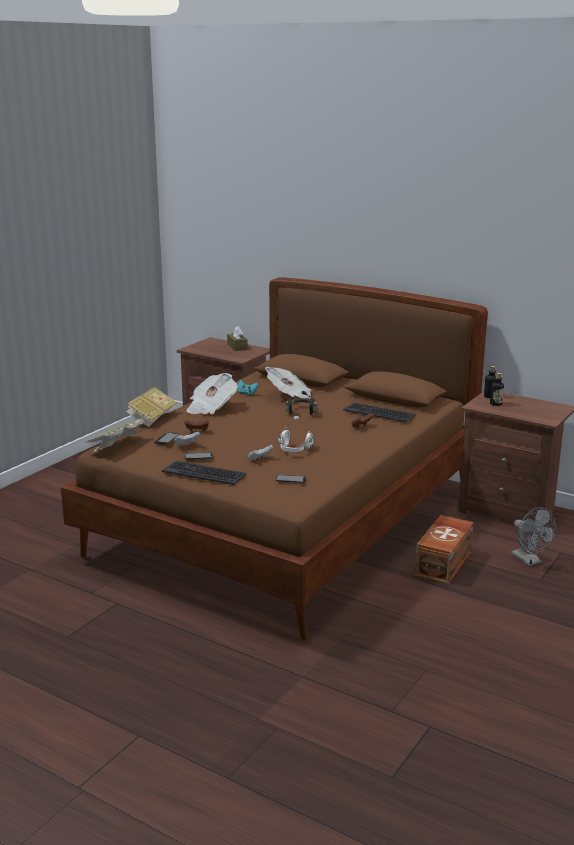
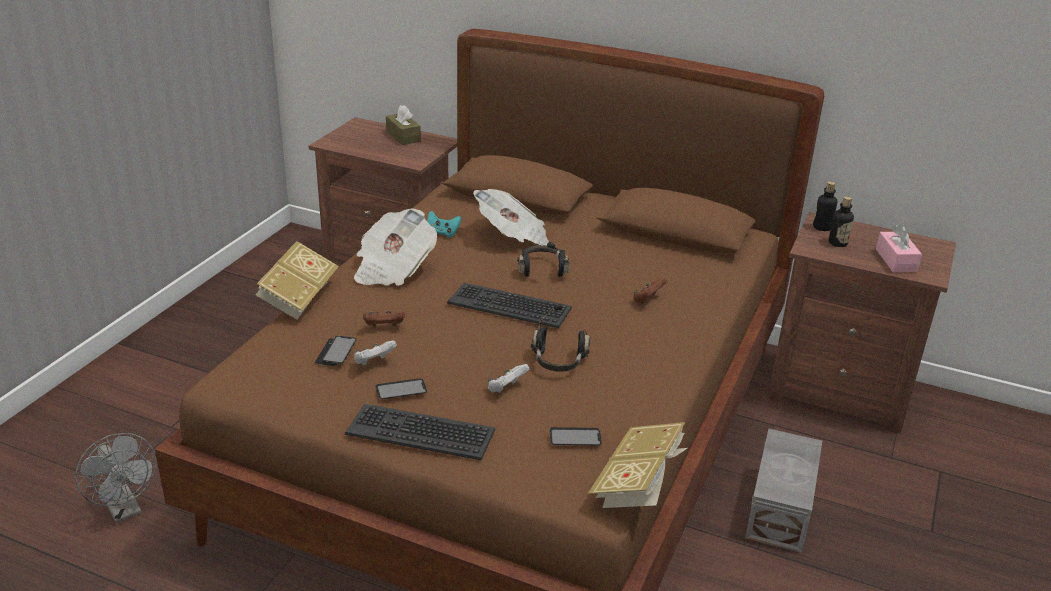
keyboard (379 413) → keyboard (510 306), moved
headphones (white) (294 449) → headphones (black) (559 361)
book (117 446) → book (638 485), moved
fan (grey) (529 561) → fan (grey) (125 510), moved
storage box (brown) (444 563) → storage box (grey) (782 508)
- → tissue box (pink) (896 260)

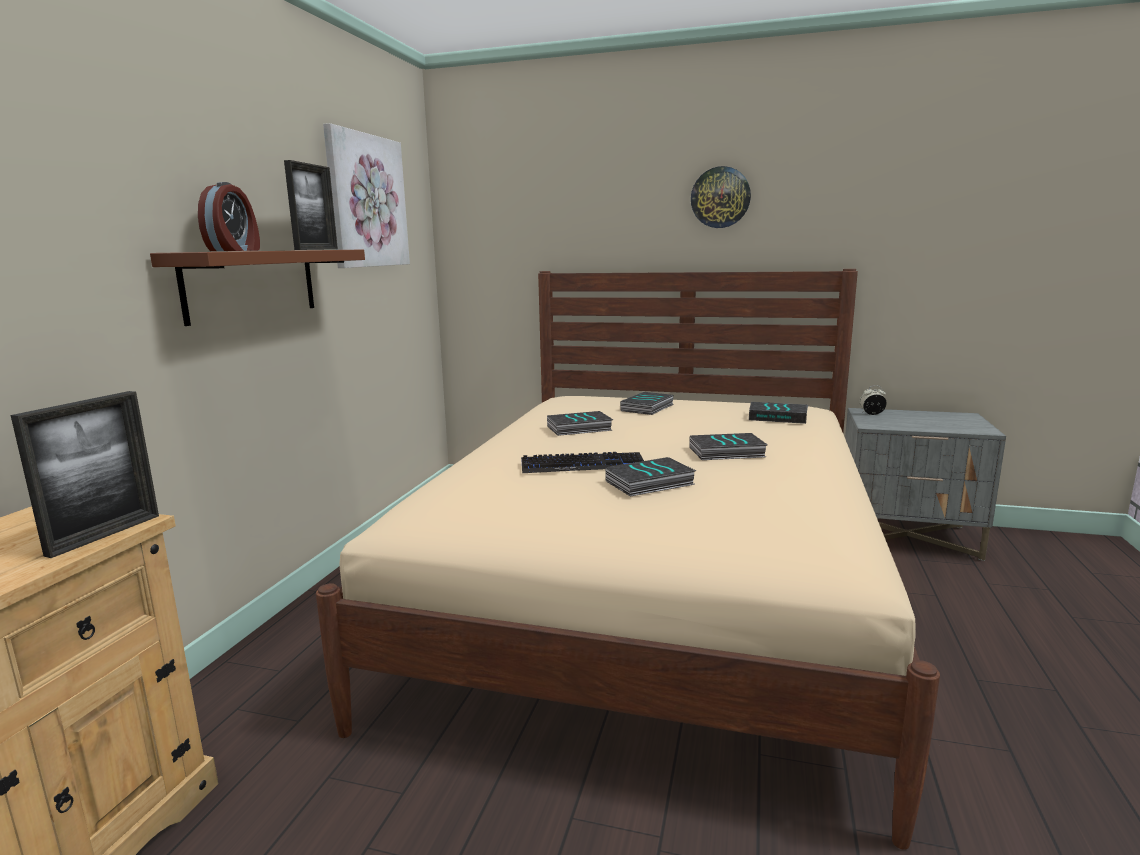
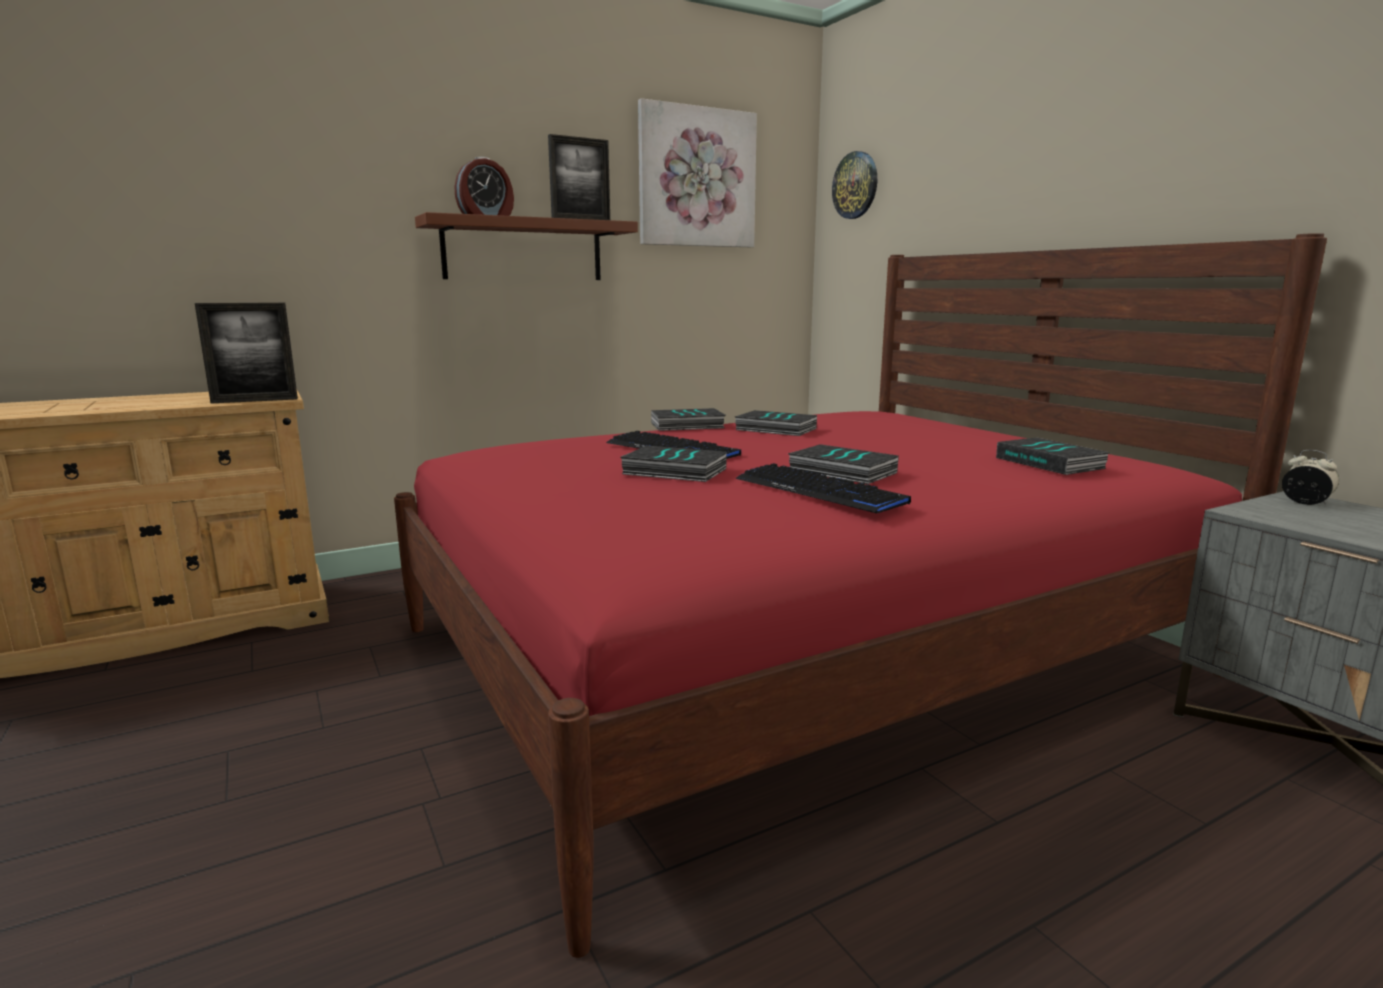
wall clock (720 197) → wall clock (855 185), moved
bed (beige) (653 596) → bed (red) (796 651)
book (648 408) → book (686 426), moved
- → keyboard (819 491)

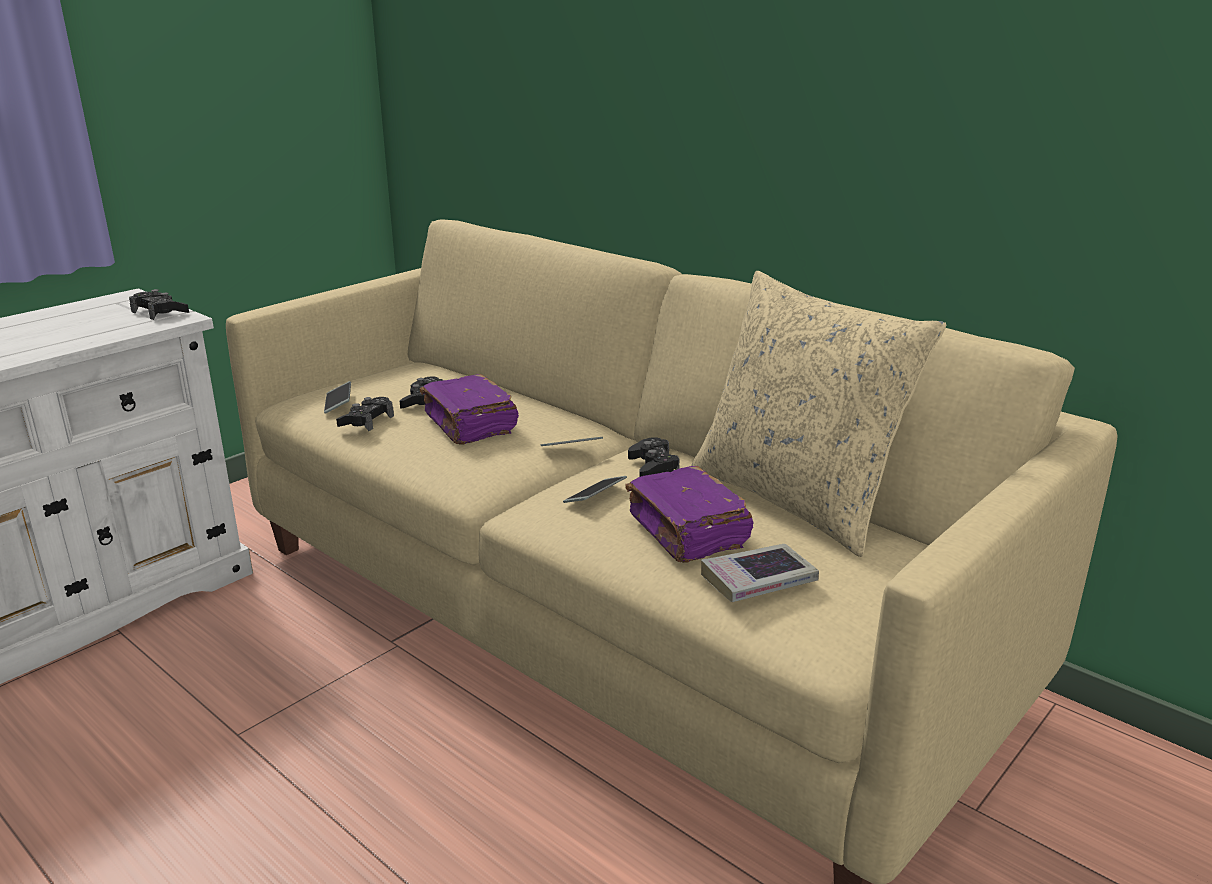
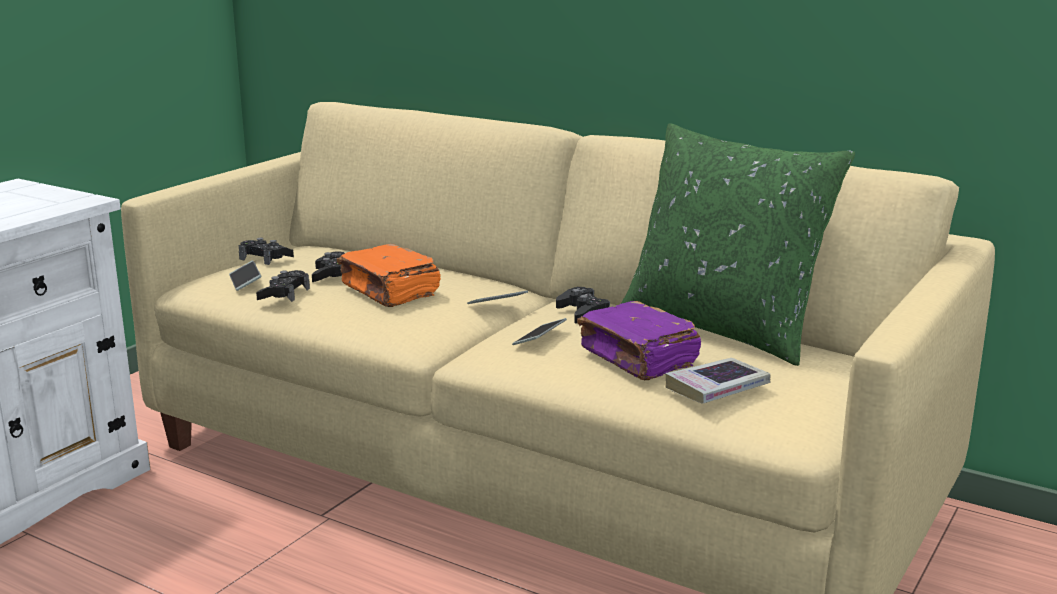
pillow (beige) (796 499) → pillow (green) (723 329)
game controller (black) (160 312) → game controller (black) (265 258), moved
book (purple) (470 425) → book (orange) (390 291)

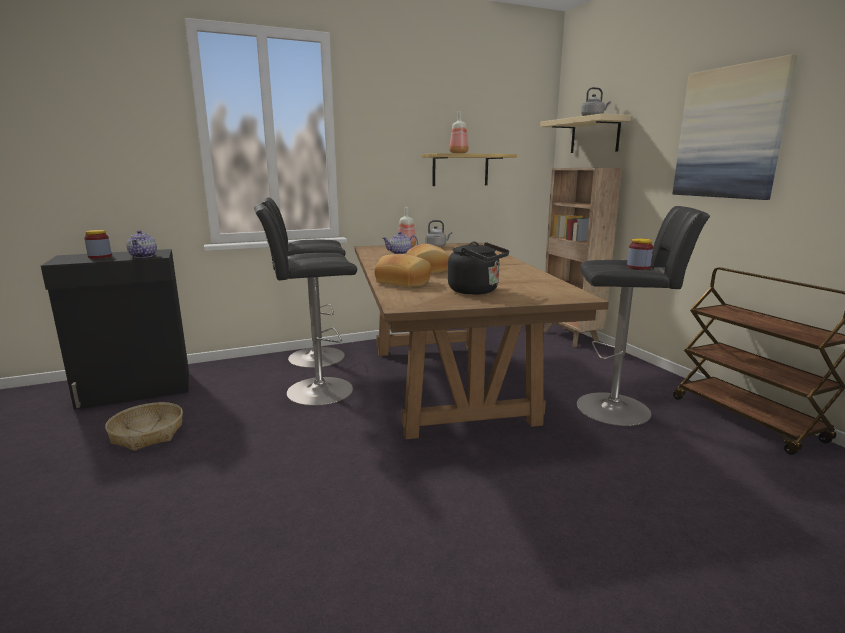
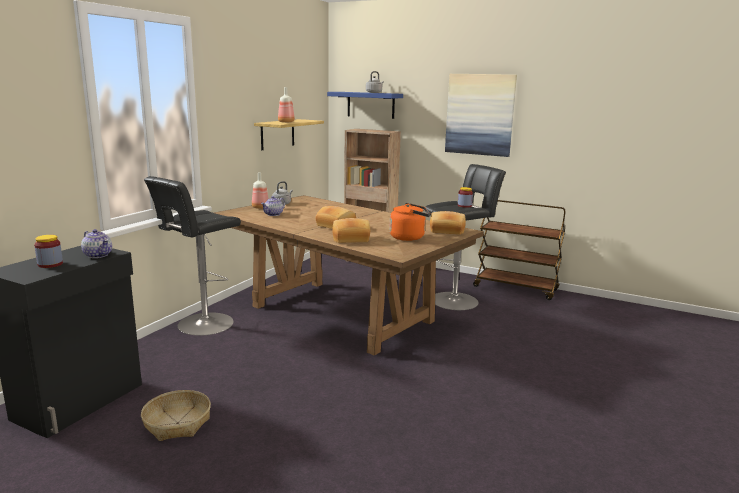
shelf (beige) (595 135) → shelf (blue) (370 105)
stool (black) (314 391) → -
kettle (black) (476 291) → kettle (orange) (409 237)
- → bread (447 231)

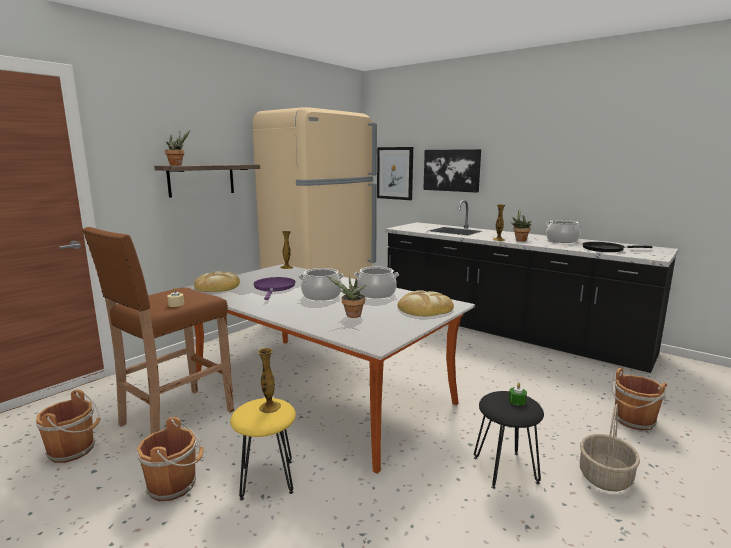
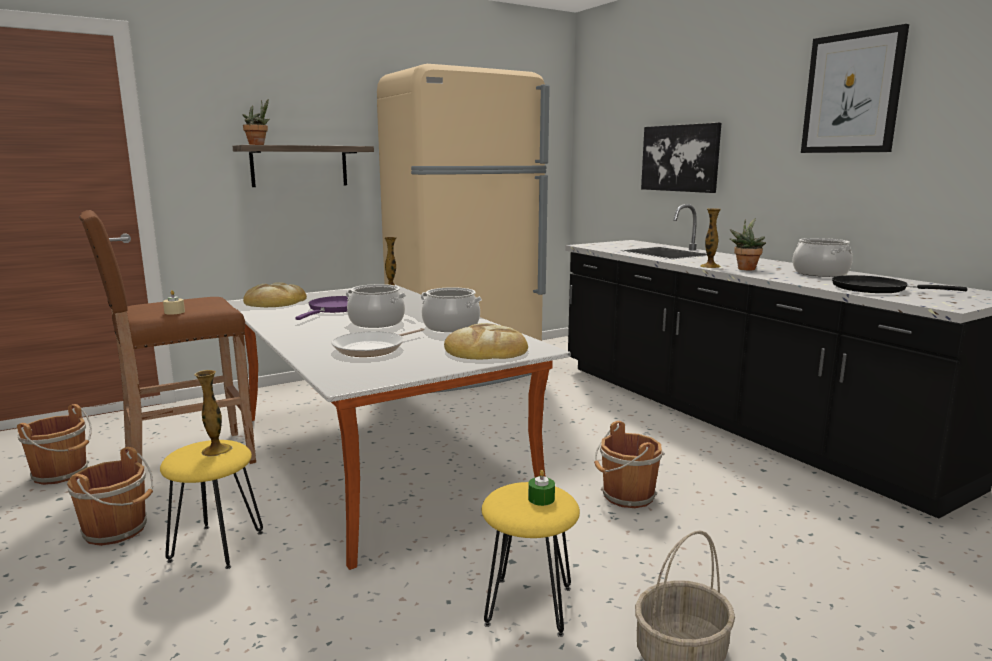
picture (395 173) → picture (852 93), moved
potted plant (351 316) → frying pan (373 348)
bucket (brown) (633 421) → bucket (brown) (626 496), moved
stool (black) (505 470) → stool (yellow) (528 606)

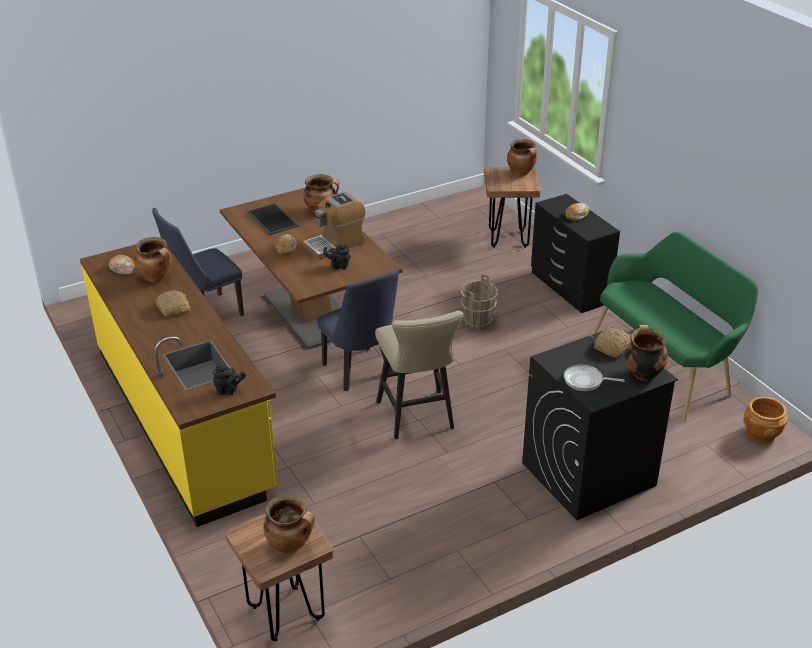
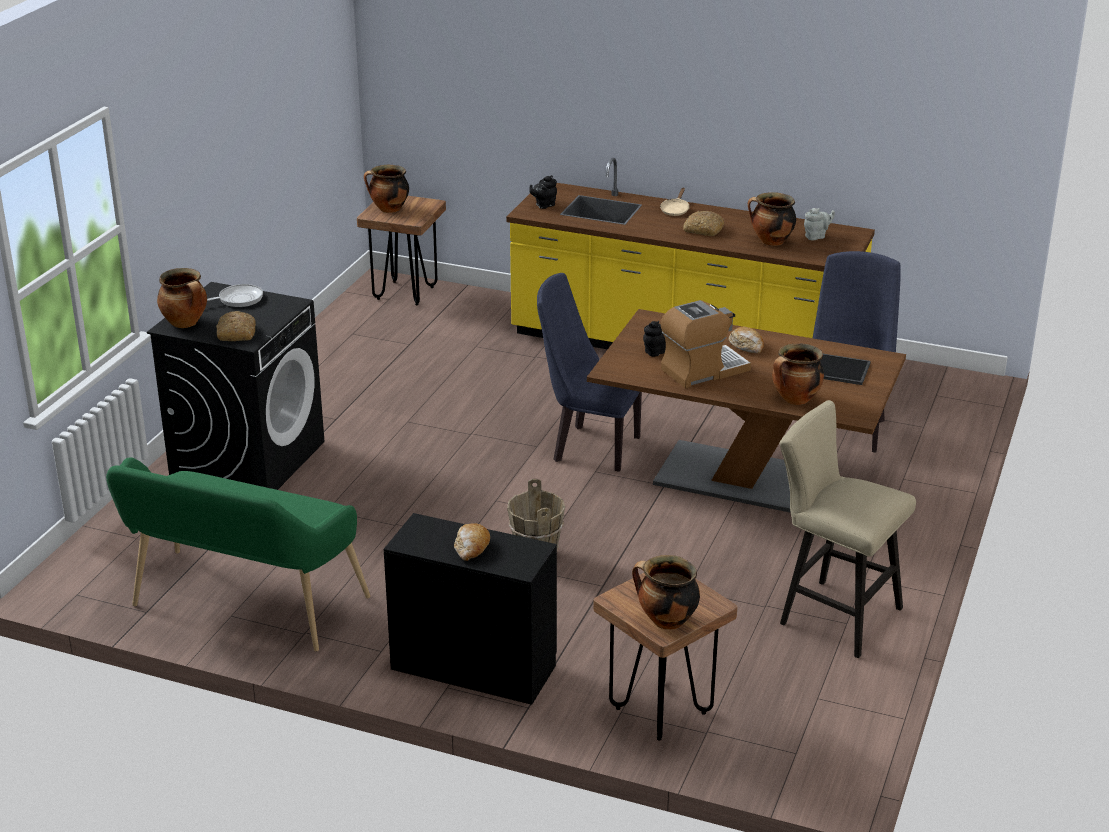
coffee machine (335 244) → coffee machine (703 370), 45 degrees clockwise
bread (123 269) → teapot (grey) (816 236)
stool (beige) (417 418) → stool (beige) (832 614), moved
planter (brown) (761 434) → -
- → frying pan (beige) (675 210)

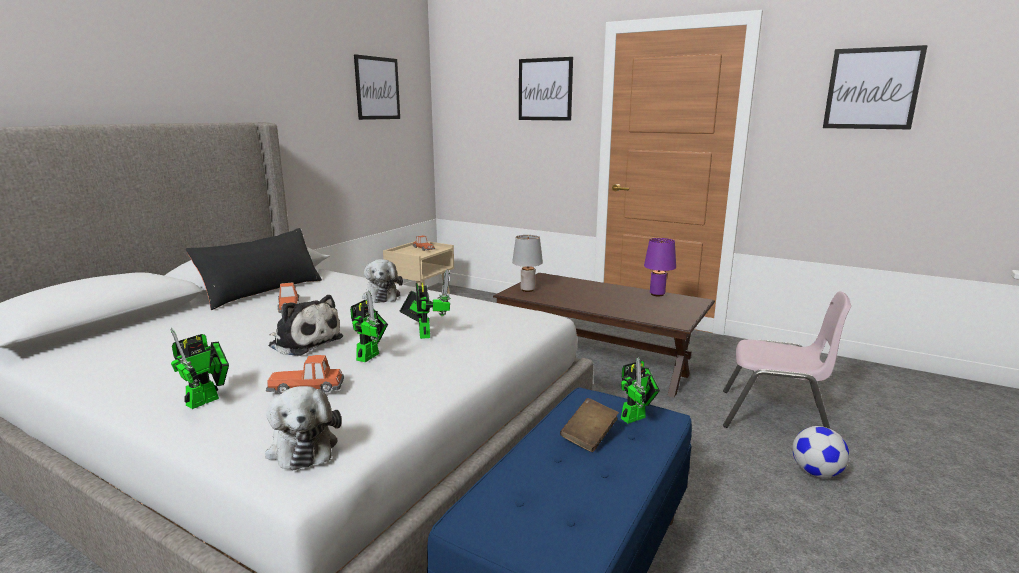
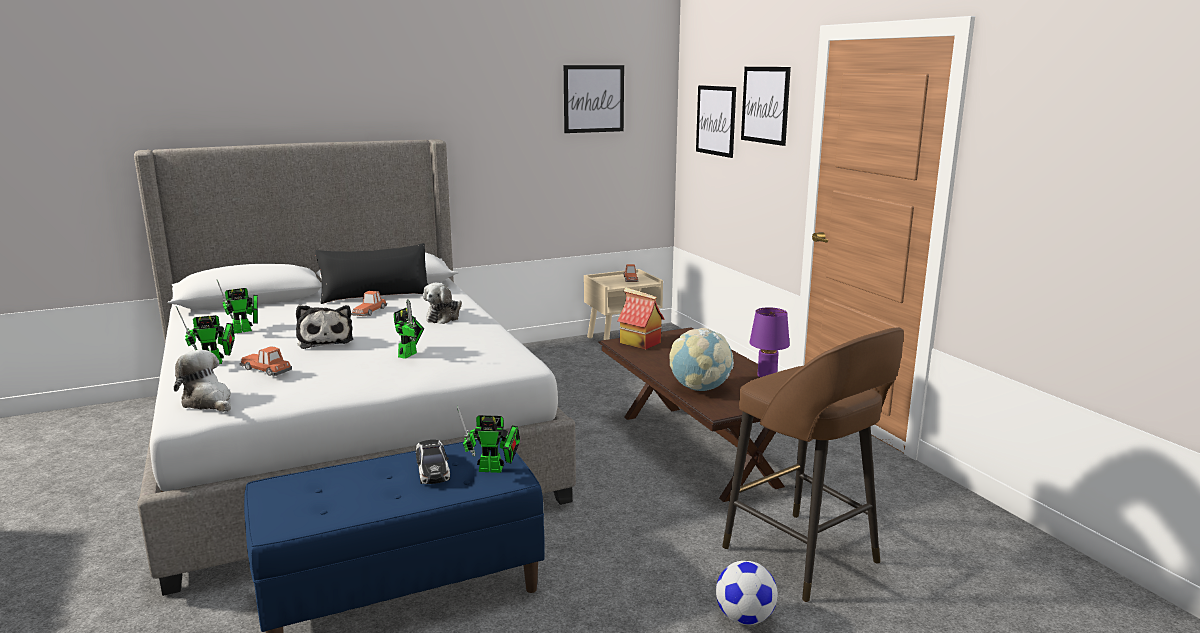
picture (872 88) → picture (716 120), moved
table lamp (grey) (527 290) → toy house (639 343)
toy robot (370 355) → toy robot (245 330), moved
chair (pink) (774 416) → stool (brown) (803 557)
plush toy (302 446) → plush toy (208 402), 120 degrees clockwise
book (brown) (589 437) → toy car (432 470)
- → globe (700 389)

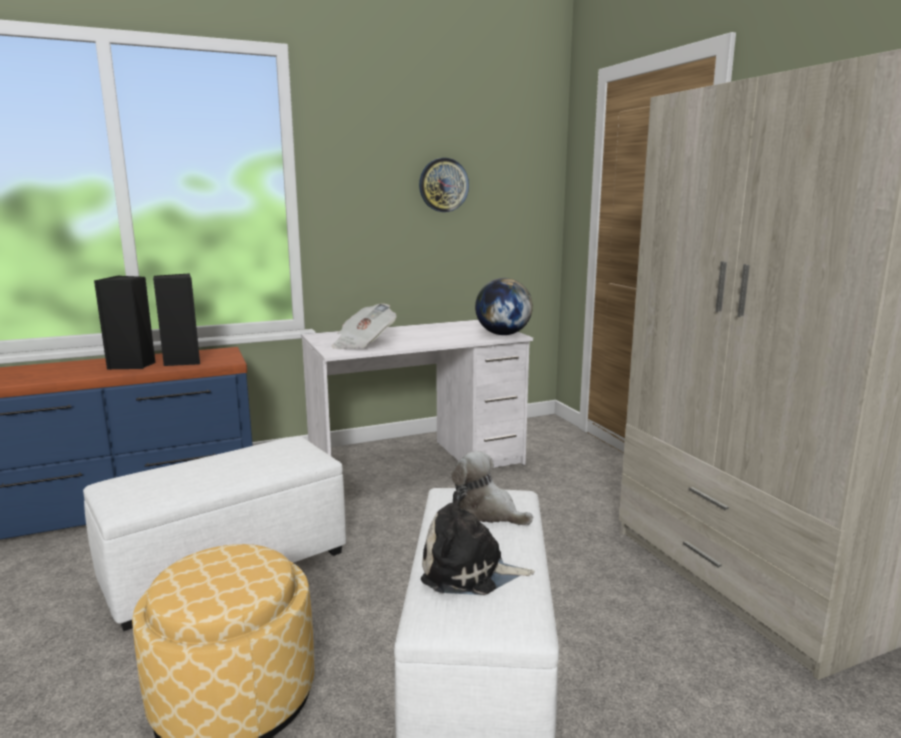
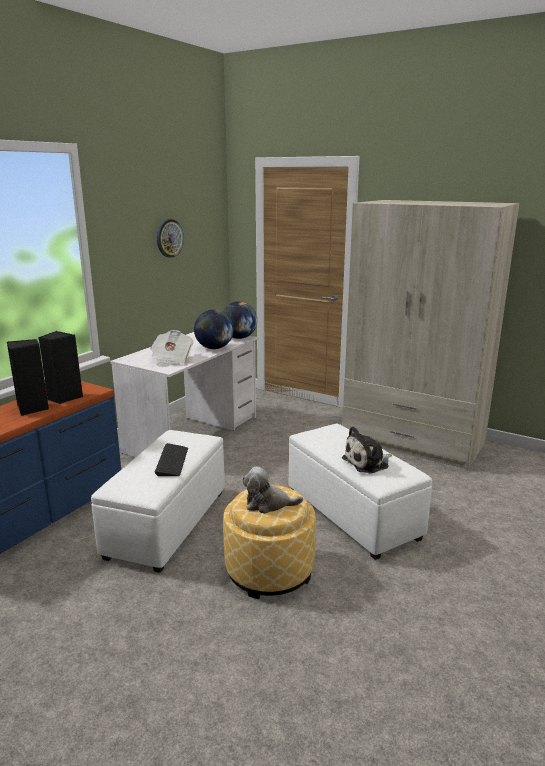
plush toy (487 512) → plush toy (268 504), moved
- → globe (214 348)
- → keyboard (172 461)

